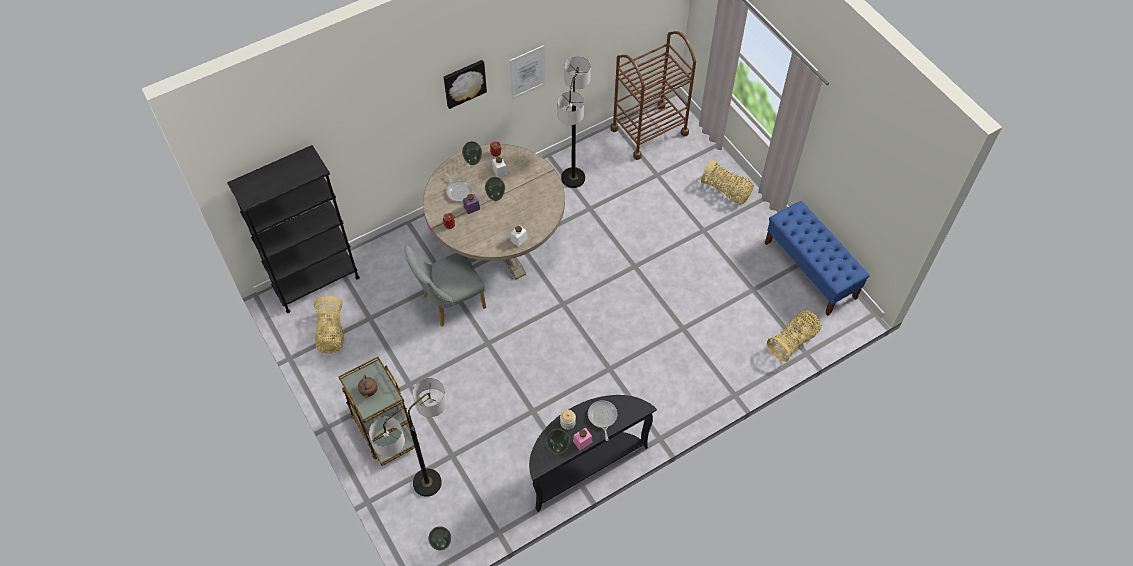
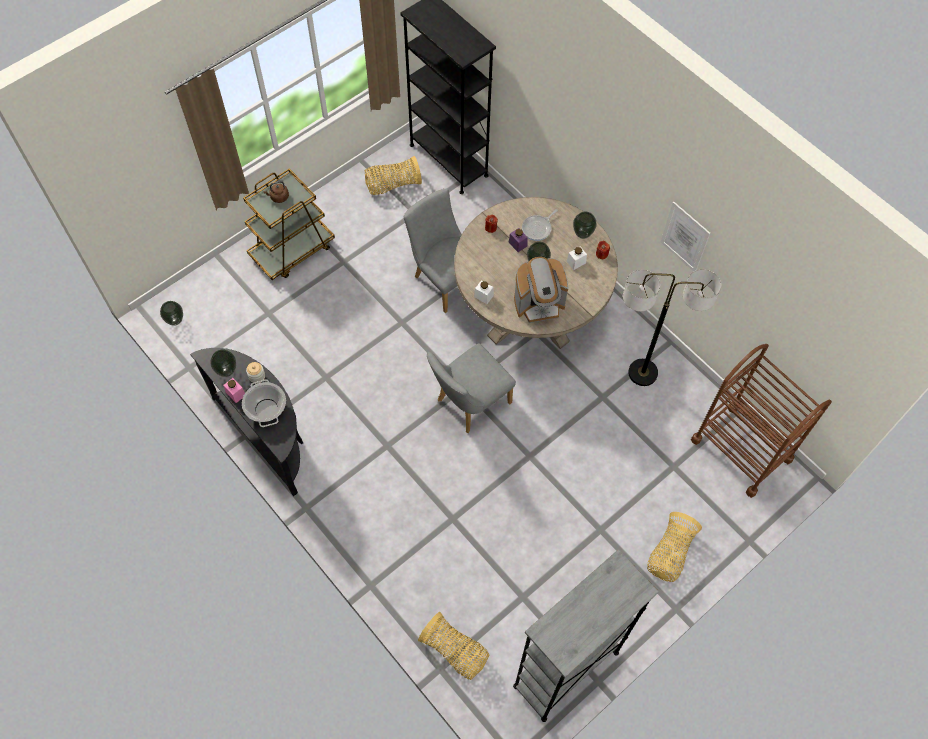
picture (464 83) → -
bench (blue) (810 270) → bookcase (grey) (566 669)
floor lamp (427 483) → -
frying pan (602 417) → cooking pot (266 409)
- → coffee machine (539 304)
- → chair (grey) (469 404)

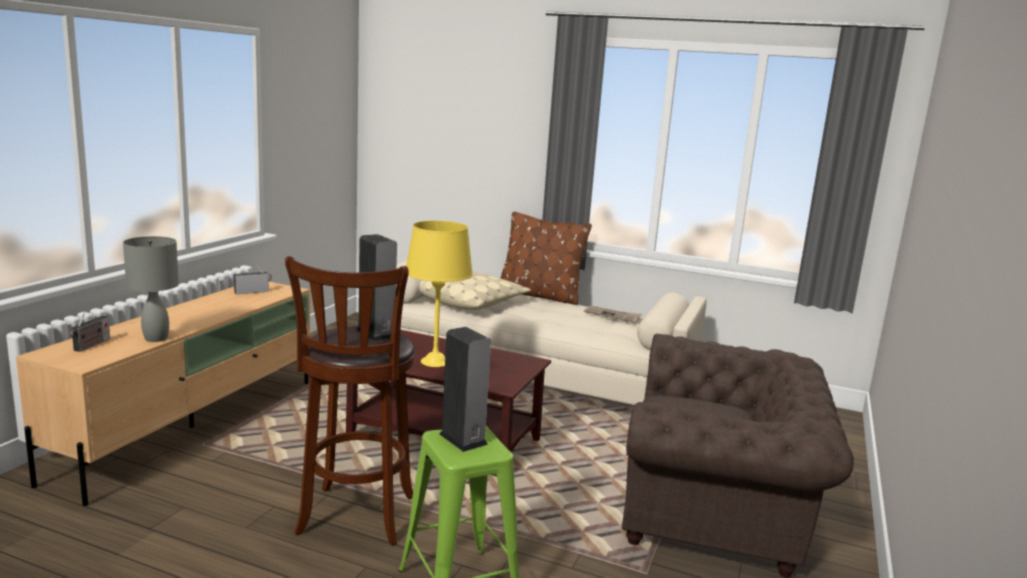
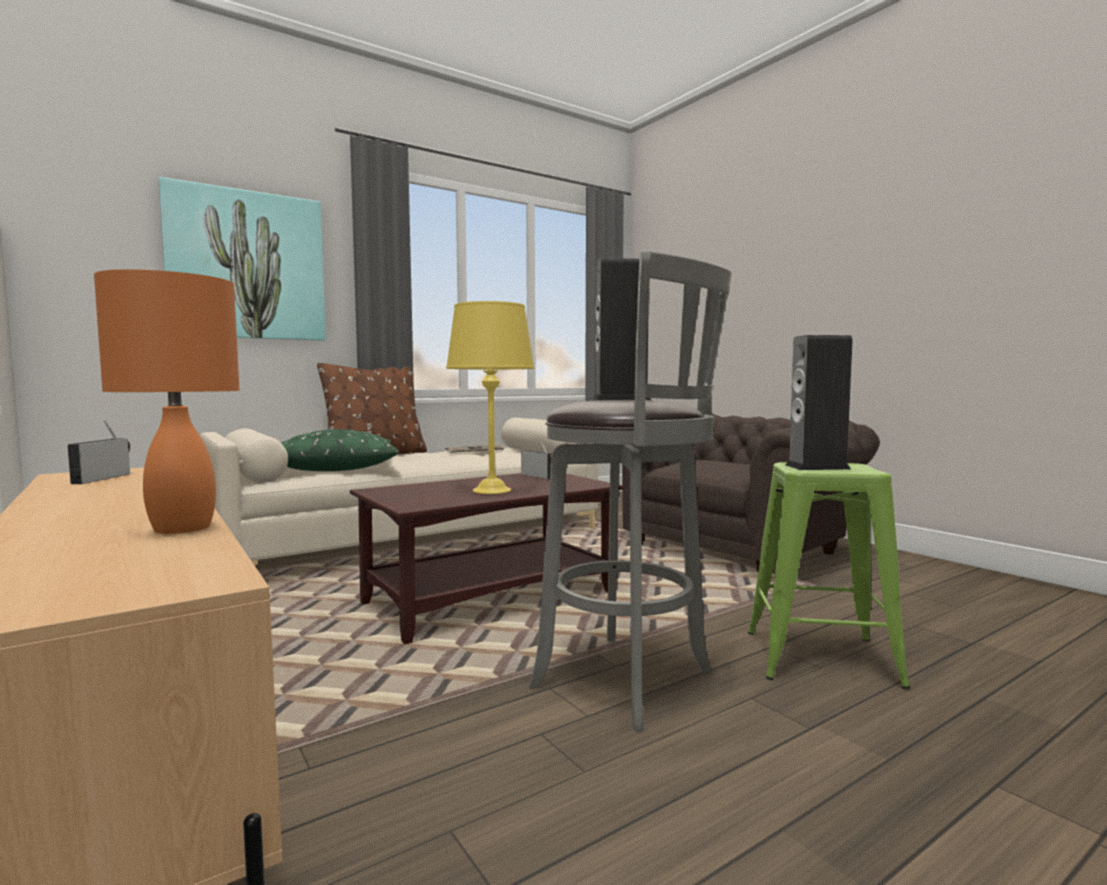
table lamp (grey) (156 338) → table lamp (orange) (180 528)
stool (brown) (355 519) → stool (grey) (631 682)
pillow (beige) (470 302) → pillow (green) (335 467)
radio (91 345) → radio (538 476), moved
- → picture (247 266)

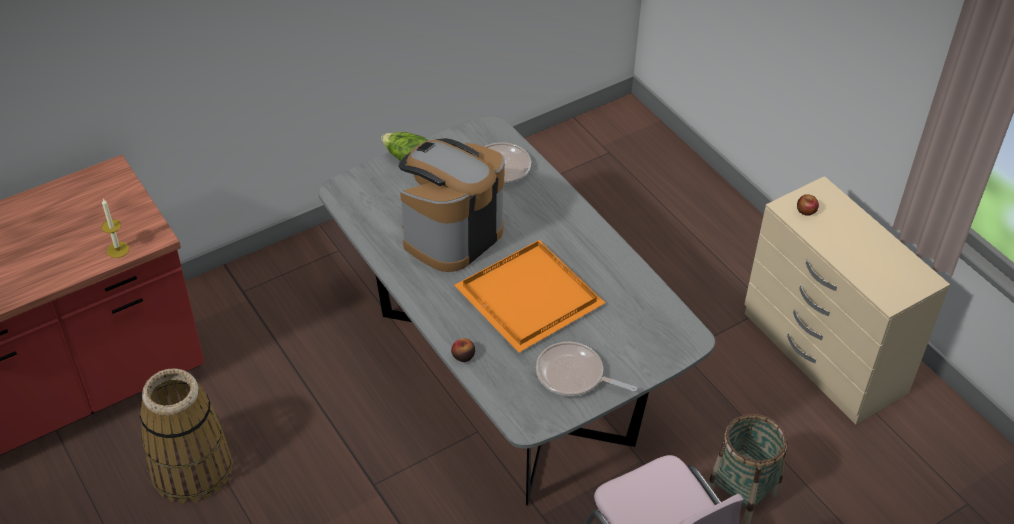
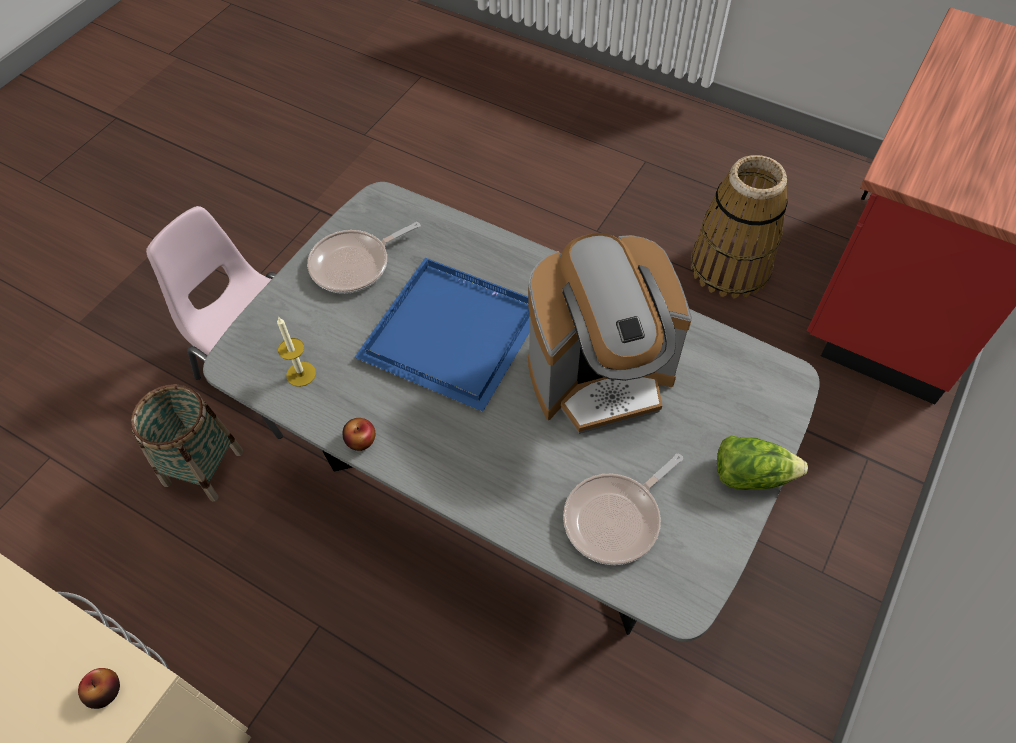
coffee machine (451 234) → coffee machine (600 377), 60 degrees clockwise
candle (118 249) → candle (301 374), moved
tray (orange) (526 297) → tray (blue) (456 333)
apple (463 356) → apple (361 440), moved
frying pan (573 375) → frying pan (355 265), 150 degrees clockwise

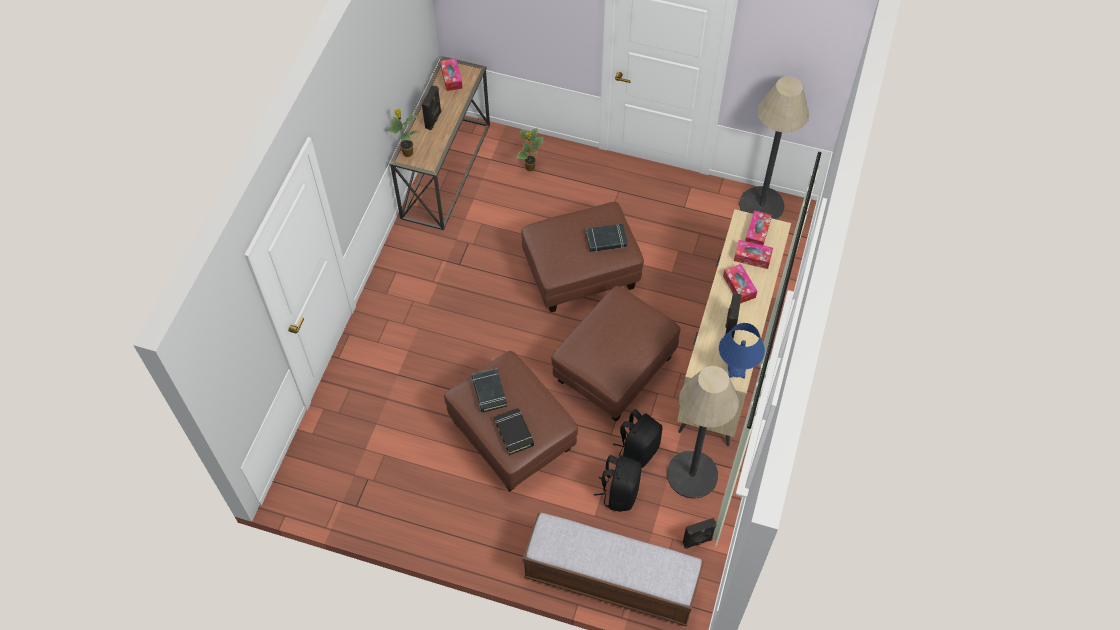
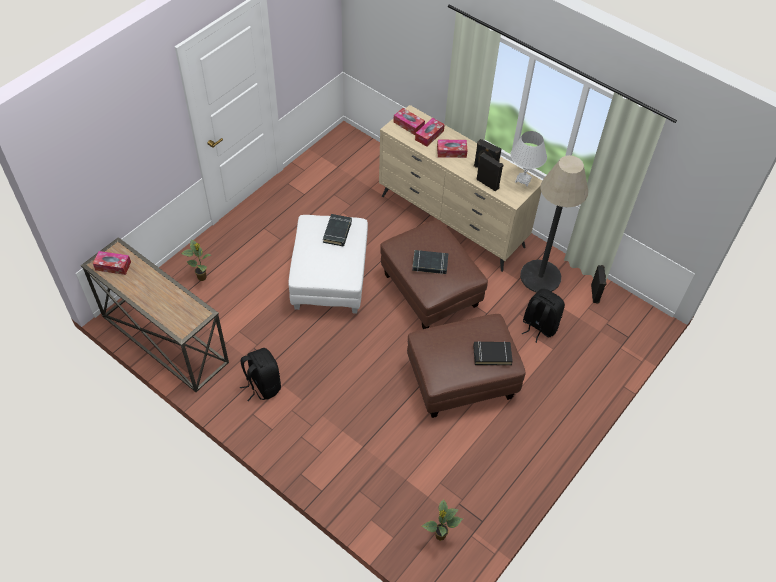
floor lamp (761 205) → -
speaker (black) (434 120) → speaker (black) (488 183), moved
potted plant (407 153) → potted plant (440 536), moved
ottoman (brown) (581 273) → ottoman (white) (329 280)
table lamp (blue) (736 370) → table lamp (white) (523 180)
book (black) (489 392) → book (black) (430 264), moved
backpack (black) (638 450) → backpack (black) (262 385), moved
bench (610 580) → -

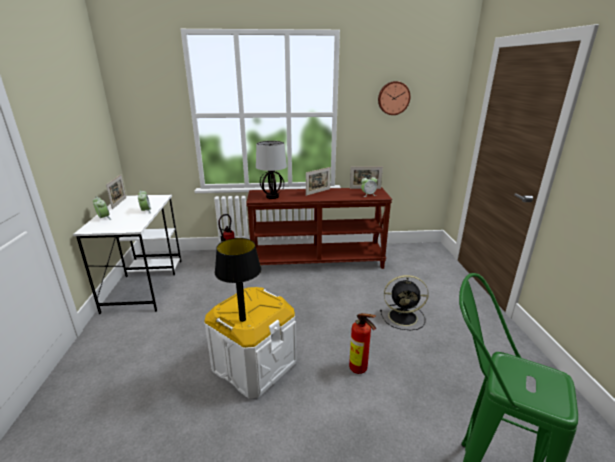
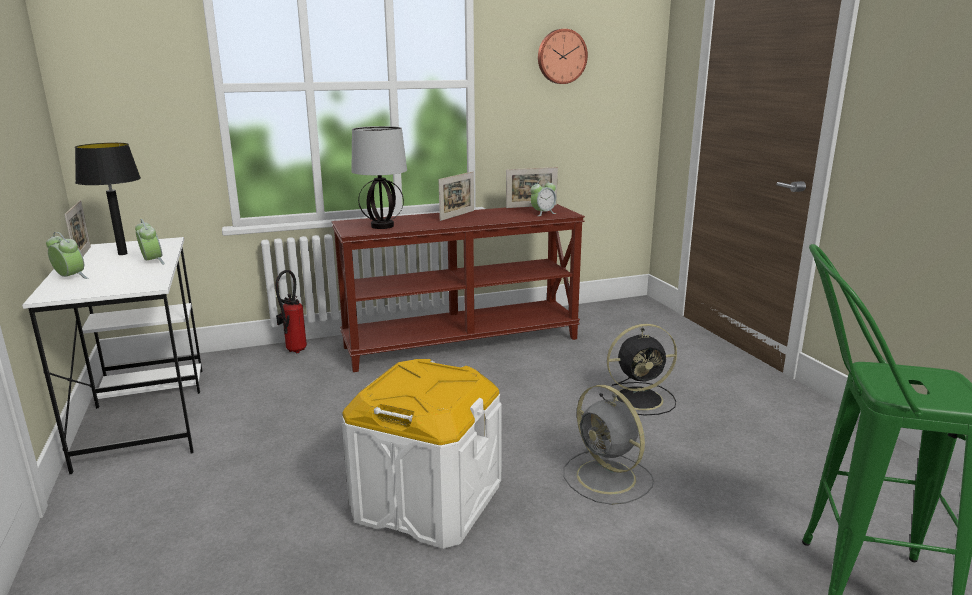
table lamp (black) (242 319) → table lamp (black) (123 254), moved
fire extinguisher (360 370) → fan (grey) (608 478)

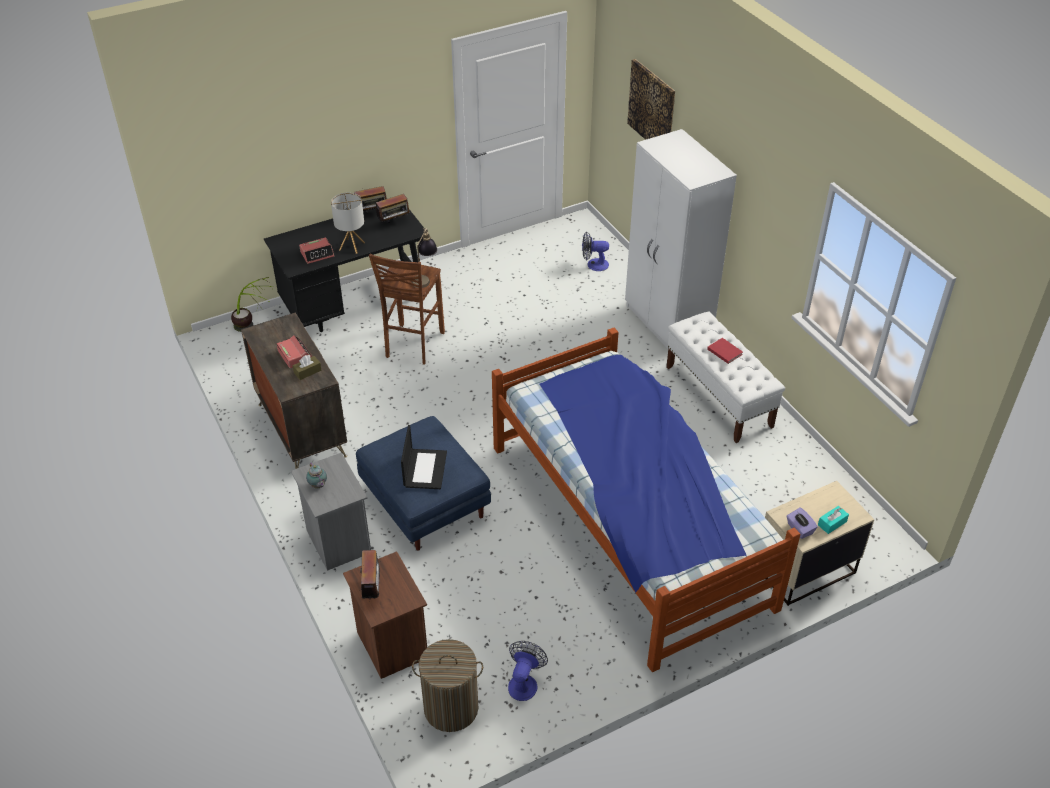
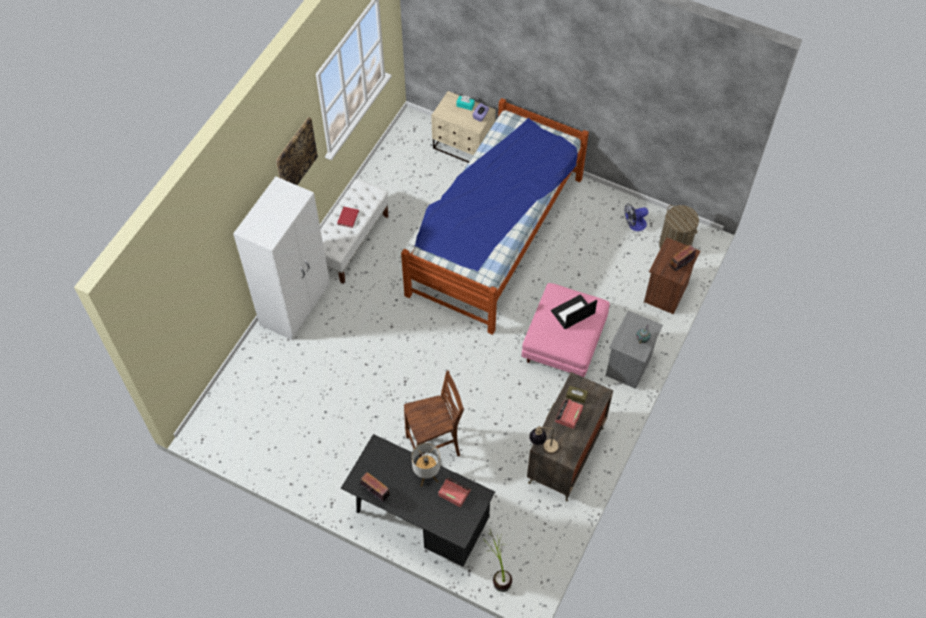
picture (652 107) → picture (295 157), moved
radio (394 222) → -
table lamp (425 277) → table lamp (543 447), moved
fan (593 265) → -
ottoman (blue) (424 501) → ottoman (pink) (564 343)

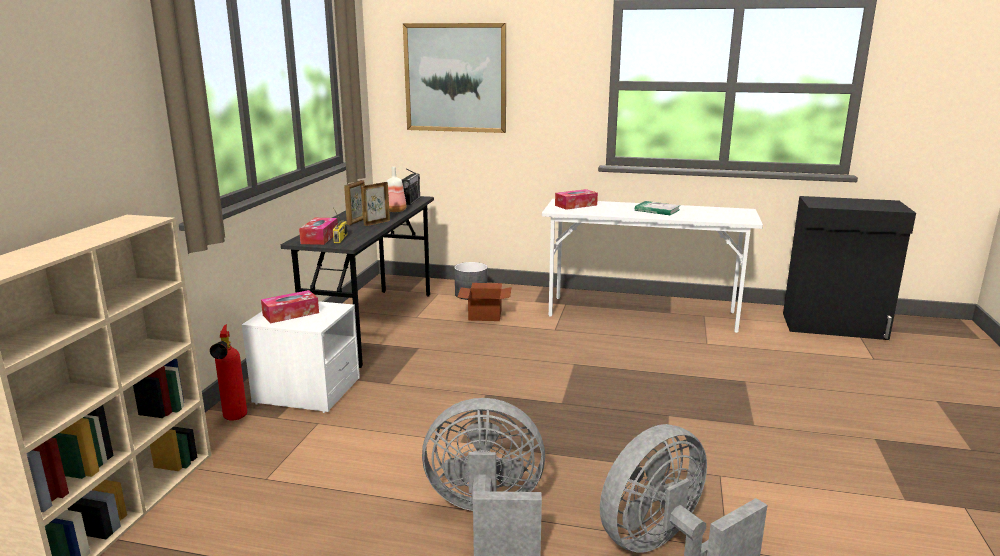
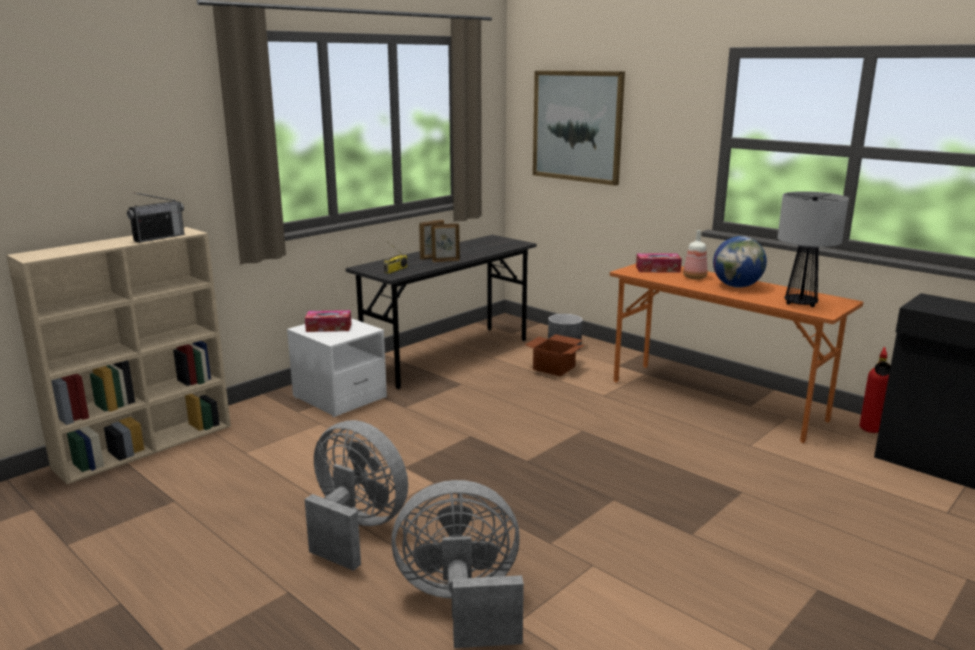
bottle (395 210) → bottle (694 277), moved
radio (411 201) → radio (159 238), moved
desk (white) (642 314) → desk (orange) (716 400)
book (657 210) → globe (737 286)
tissue box (320 238) → -
fire extinguisher (234 420) → fire extinguisher (870 432), moved
- → table lamp (800 303)

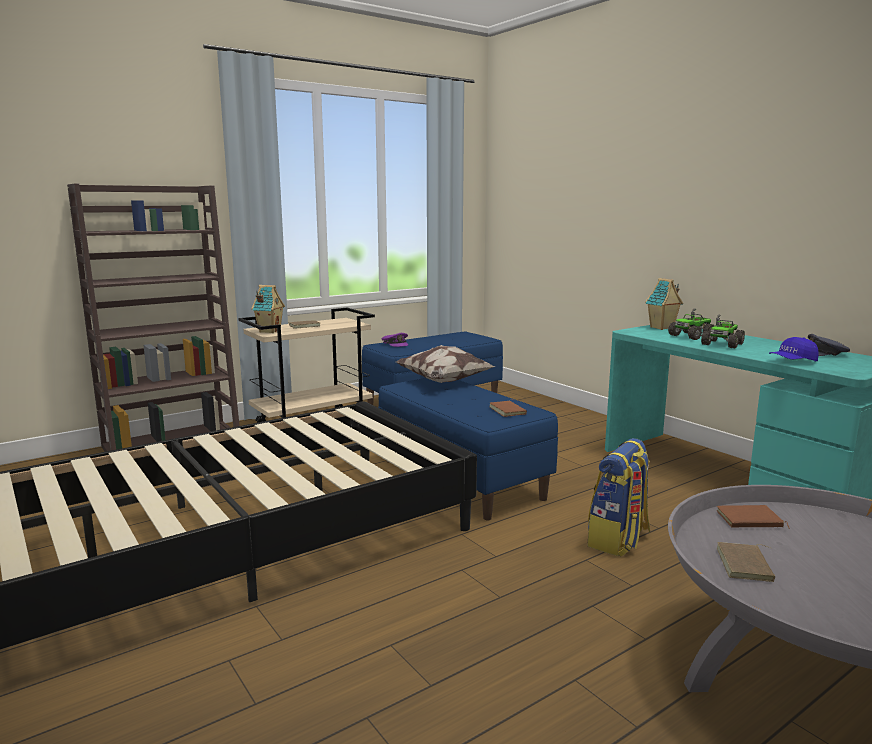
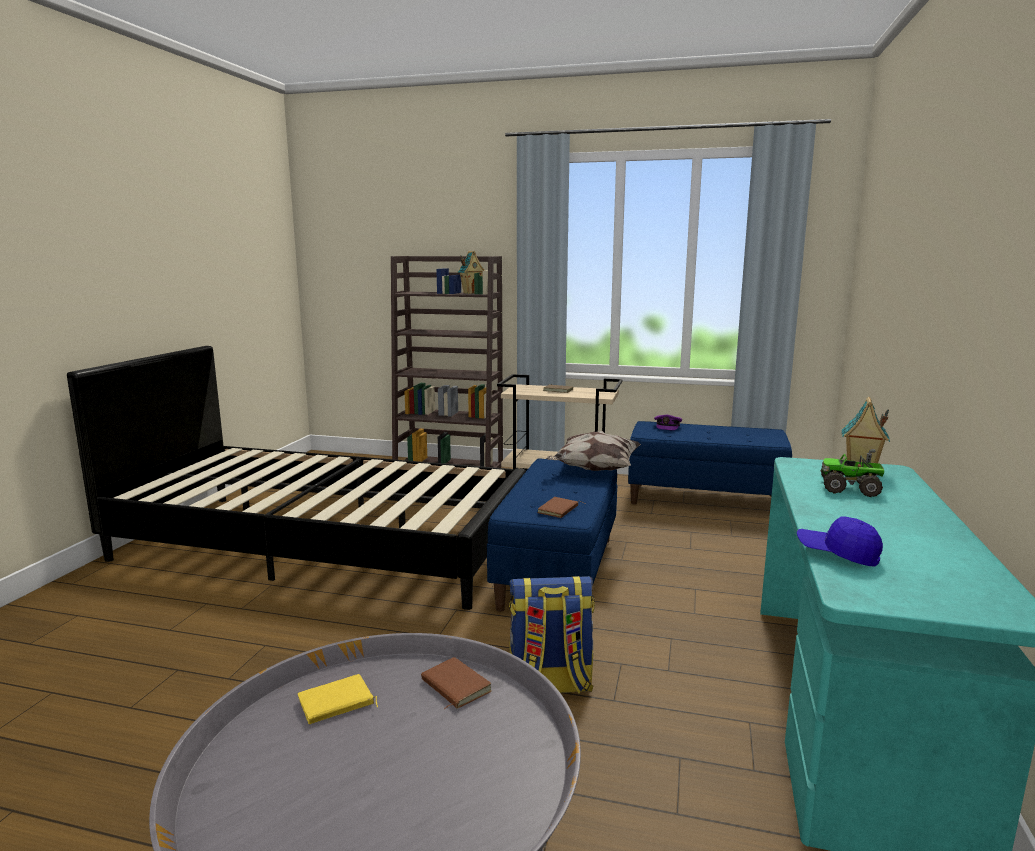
toy house (269 331) → toy house (472 293), moved
toy truck (722 344) → -
cap (grey) (825 353) → -
book (brown) (746 565) → book (yellow) (336 704)

